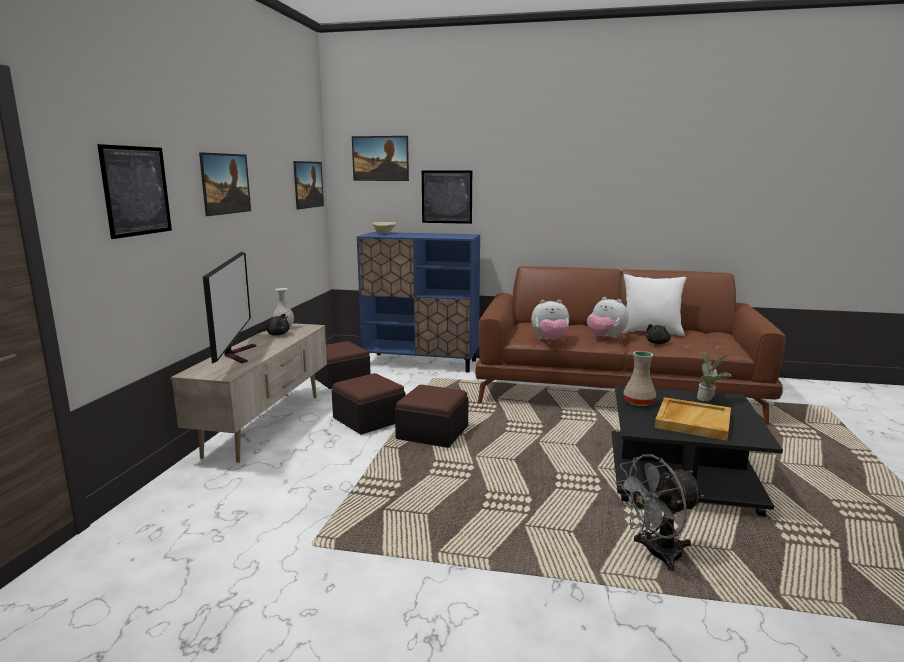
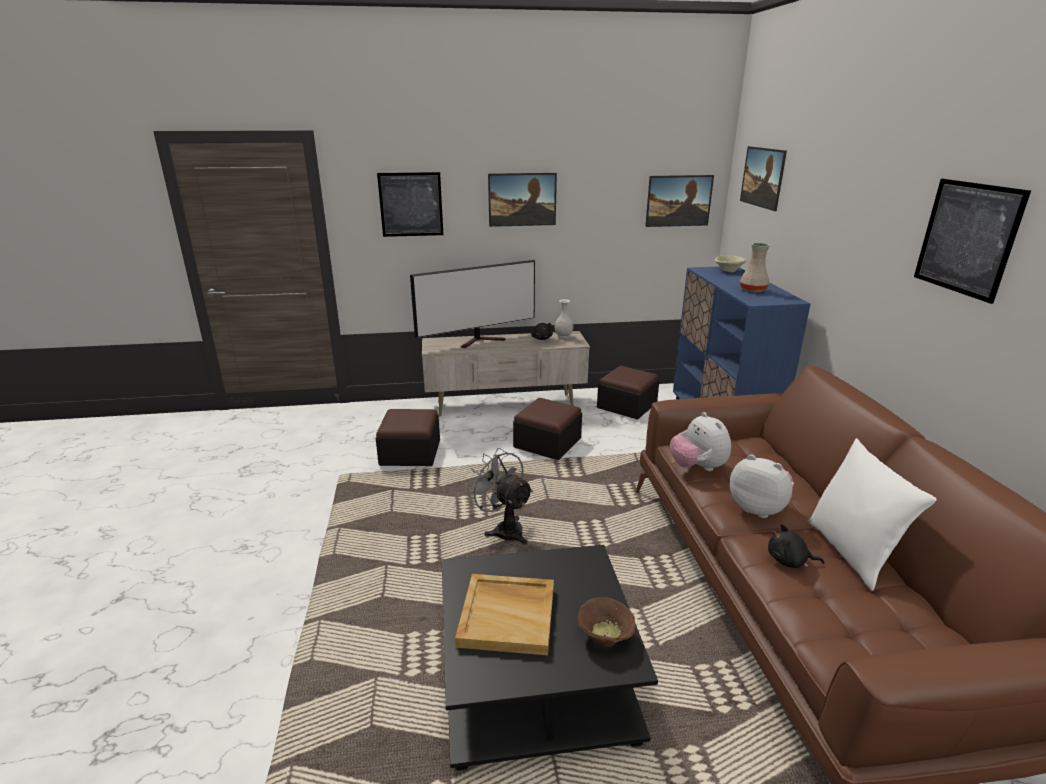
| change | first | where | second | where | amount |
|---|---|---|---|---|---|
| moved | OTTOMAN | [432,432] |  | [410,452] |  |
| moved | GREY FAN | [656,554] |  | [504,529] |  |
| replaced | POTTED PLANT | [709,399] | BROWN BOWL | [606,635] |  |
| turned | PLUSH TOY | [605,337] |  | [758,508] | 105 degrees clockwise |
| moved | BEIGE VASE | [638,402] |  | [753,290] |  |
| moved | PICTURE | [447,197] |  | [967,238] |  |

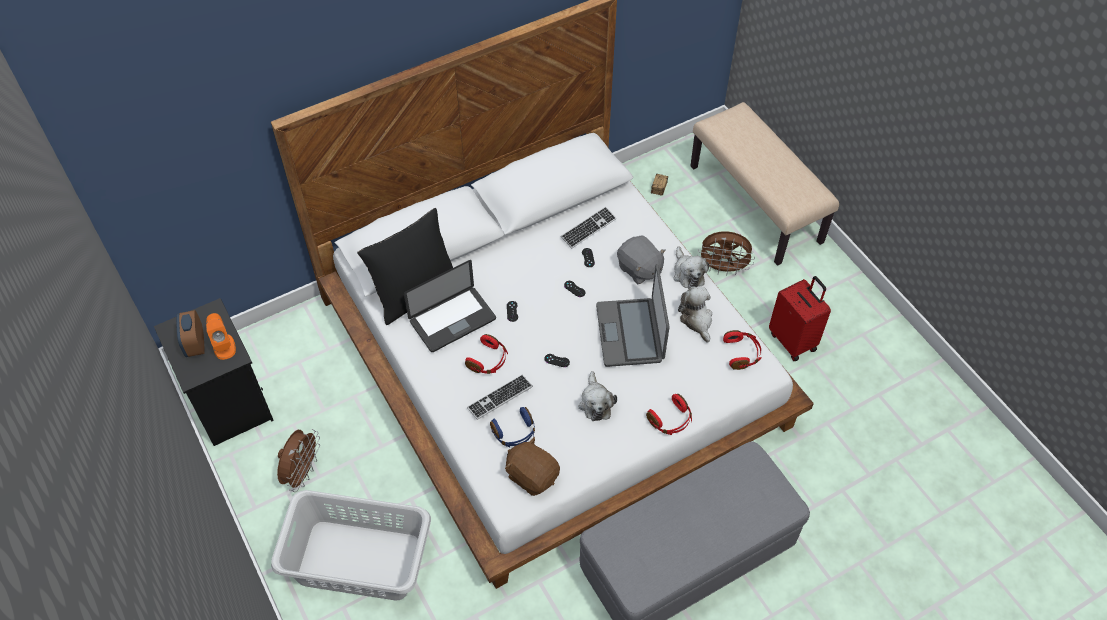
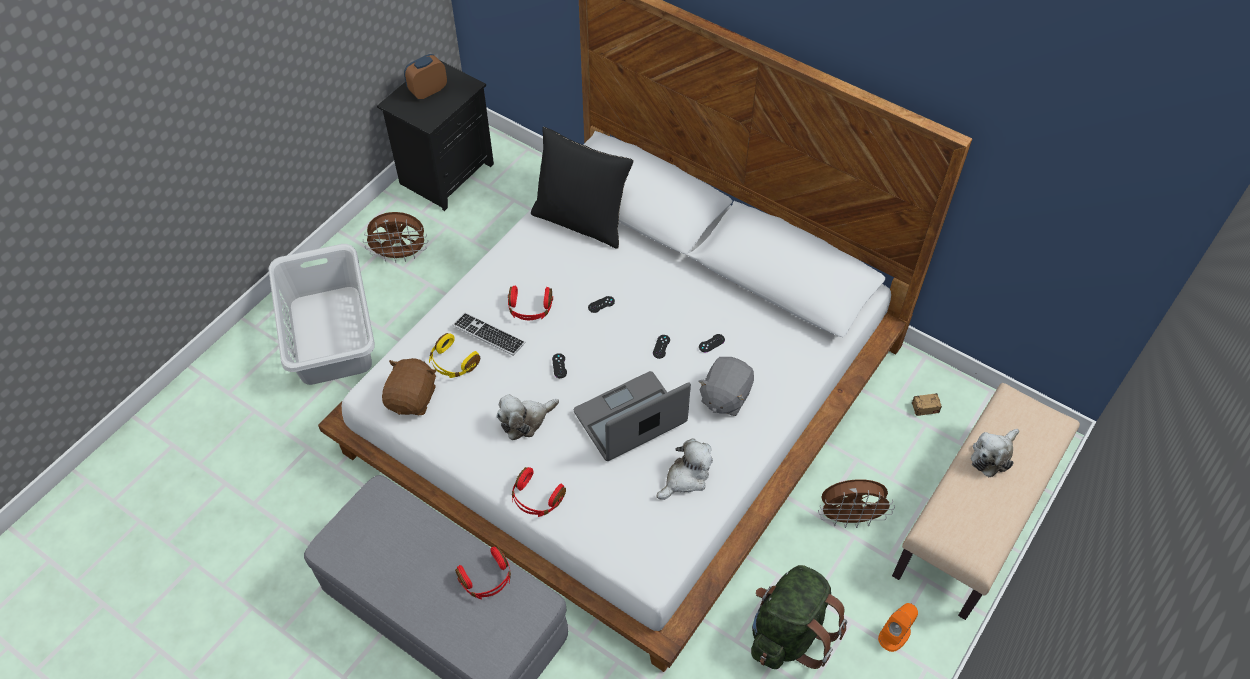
| change | first | where | second | where | amount |
|---|---|---|---|---|---|
| recoloured | BLUE HEADPHONES | [514,433] | YELLOW HEADPHONES | [453,363] |  |
| moved | RED HEADPHONES | [742,353] |  | [487,579] |  |
| replaced | RED SUITCASE | [793,341] | GREEN BACKPACK | [789,632] |  |
| turned | BROWN FAN | [723,268] |  | [849,517] | 75 degrees counterclockwise |
| moved | ORANGE SPEAKER | [224,346] |  | [894,634] |  |
| moved | PLUSH TOY | [688,273] |  | [992,455] |  |
| removed | LAPTOP | [452,320] |  |  |  |
| removed | KEYBOARD | [588,228] |  |  |  |

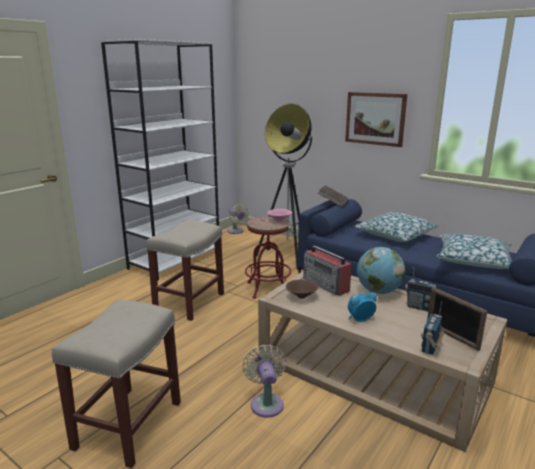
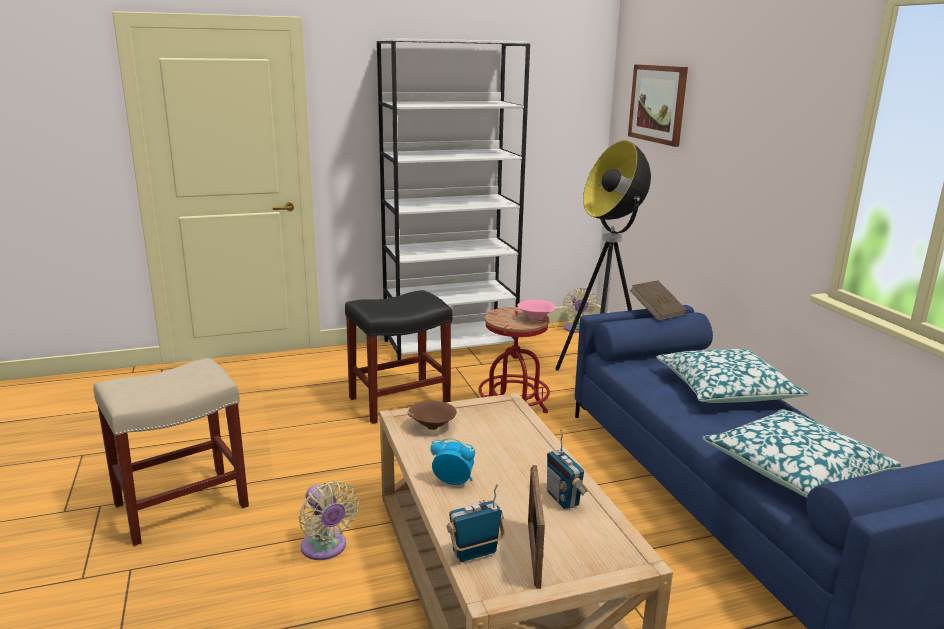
| change | first | where | second | where | amount |
|---|---|---|---|---|---|
| turned | BEIGE FAN | [266,402] |  | [325,548] | 120 degrees clockwise |
| recoloured | BEIGE STOOL | [189,301] | BLACK STOOL | [400,401] |  |
| moved | PICTURE | [375,118] |  | [658,104] |  |
| removed | RADIO | [326,285] |  |  |  |
| removed | GLOBE | [378,291] |  |  |  |

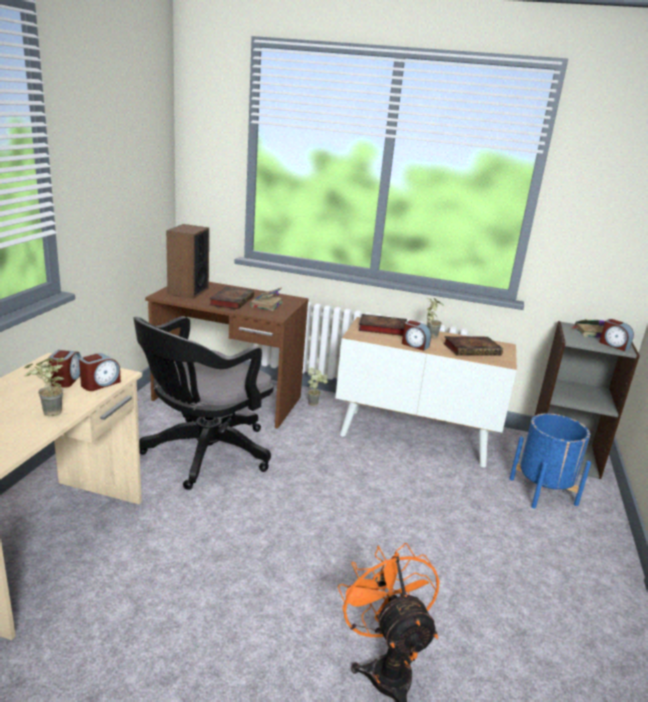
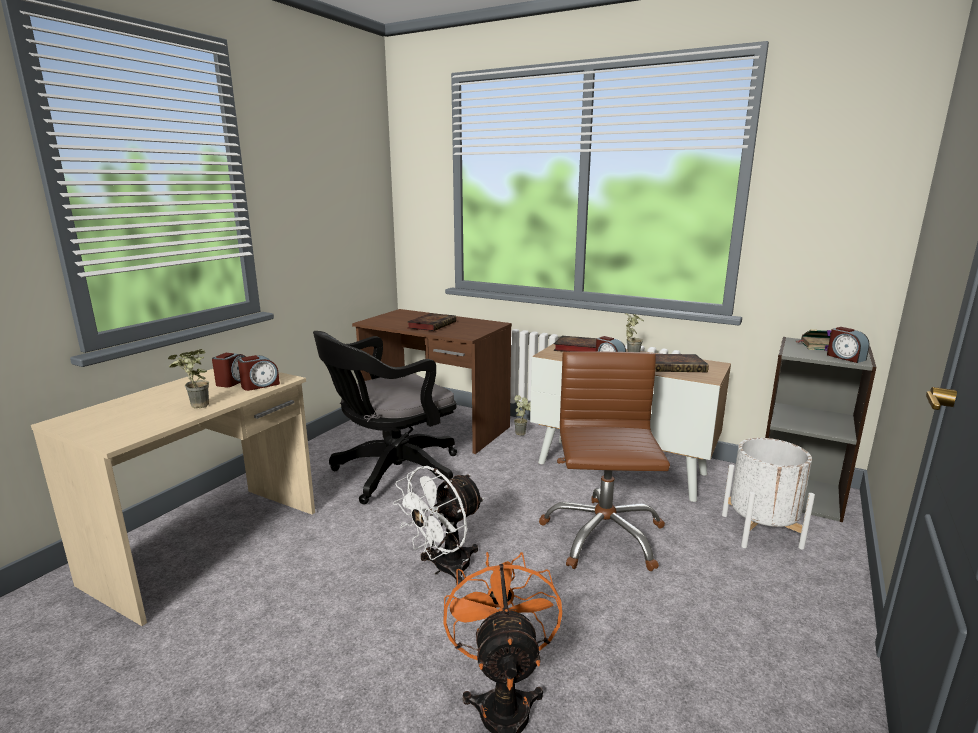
| change | first | where | second | where | amount |
|---|---|---|---|---|---|
| added |  |  | WHITE FAN | [444,569] |  |
| added |  |  | BROWN OFFICE CHAIR | [602,535] |  |
| recoloured | BLUE PLANTER | [543,491] | WHITE PLANTER | [761,531] |  |
| removed | SPEAKER | [188,291] |  |  |  |
| removed | BOOK | [266,305] |  |  |  |

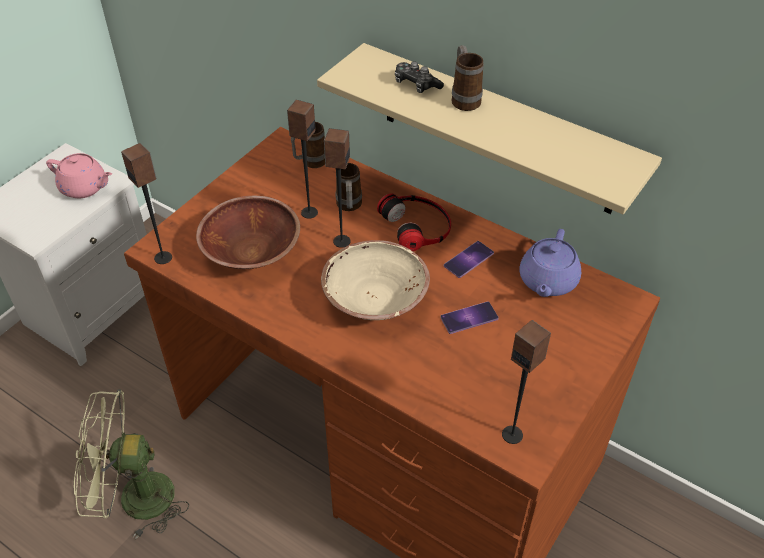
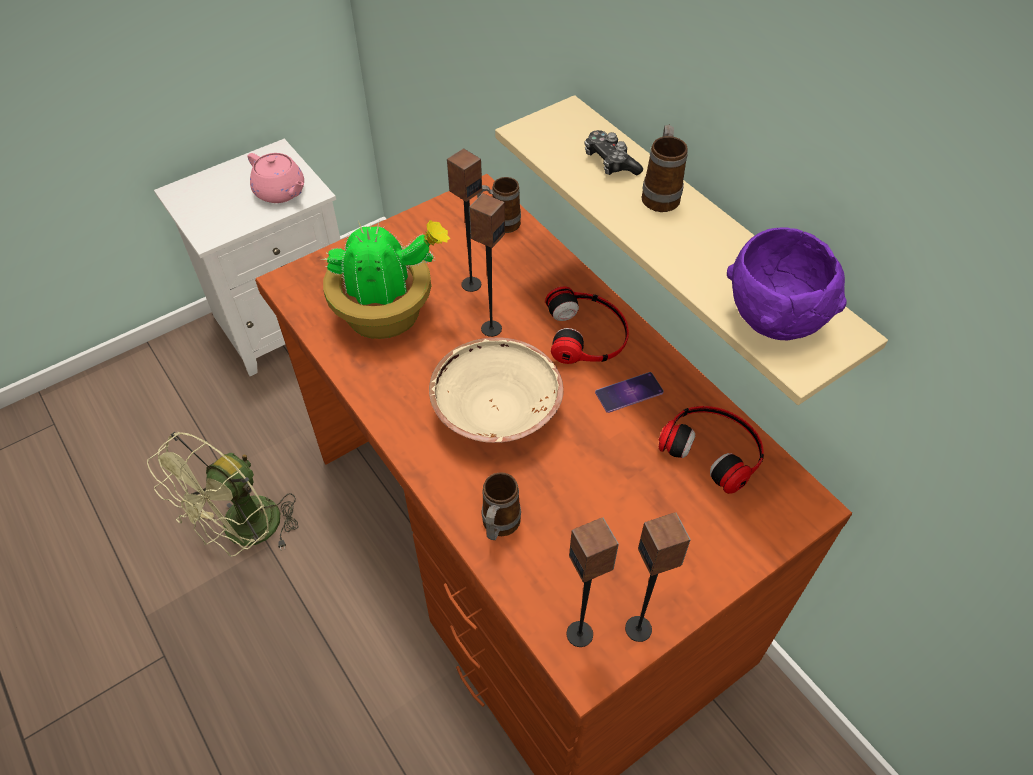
| change | first | where | second | where | amount |
|---|---|---|---|---|---|
| turned | GREEN FAN | [134,499] |  | [244,533] | 75 degrees counterclockwise |
| replaced | BROWN BOWL | [252,252] | POTTED PLANT | [387,314] |  |
| moved | MUG | [349,207] |  | [498,527] |  |
| moved | SPEAKER | [163,257] |  | [639,628] |  |
| replaced | PURPLE TEAPOT | [547,281] | HEADPHONES | [714,448] |  |
| added |  |  | PURPLE BOWL | [774,317] |  |
| removed | PHONE | [469,318] |  |  |  |

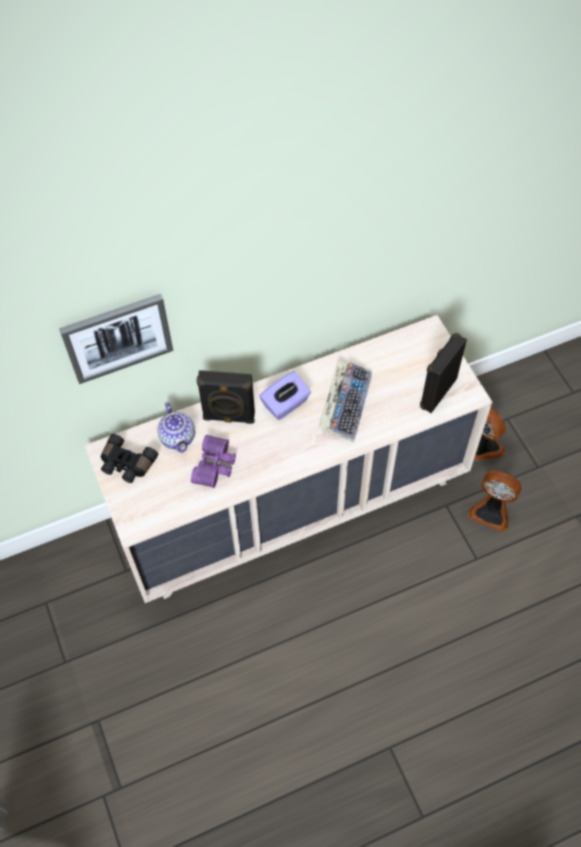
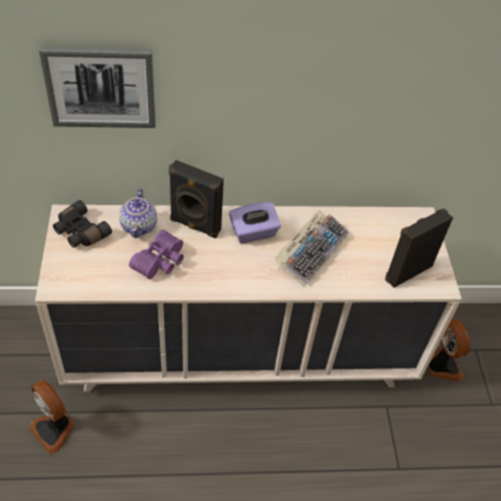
| change | first | where | second | where | amount |
|---|---|---|---|---|---|
| moved | FAN | [491,511] |  | [55,429] |  |

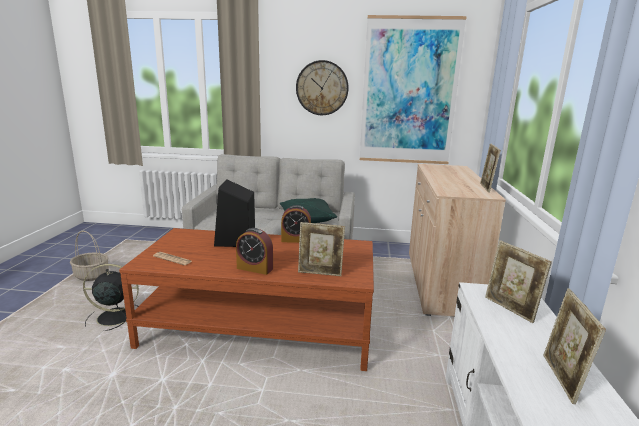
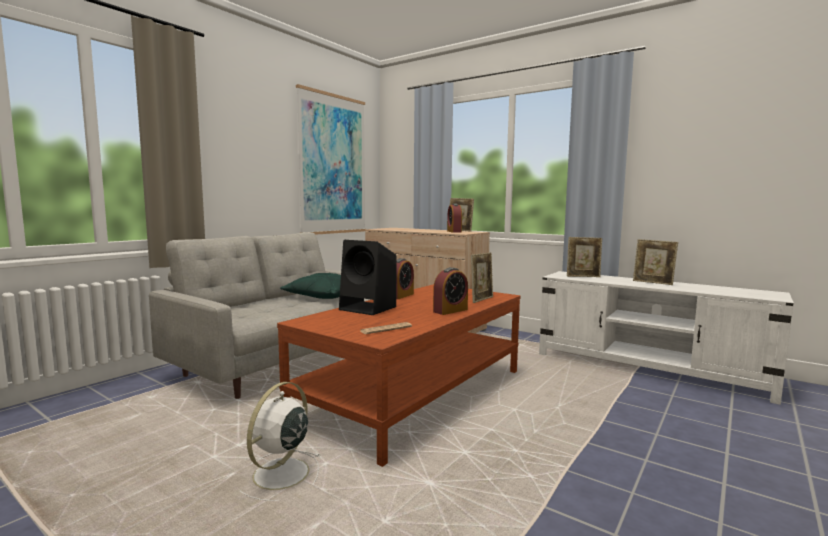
| change | first | where | second | where | amount |
|---|---|---|---|---|---|
| recoloured | BLACK FAN | [113,317] | WHITE FAN | [279,475] |  |
| added |  |  | ALARM CLOCK | [454,231] |  |
| removed | BASKET | [91,275] |  |  |  |
| removed | WALL CLOCK | [322,88] |  |  |  |

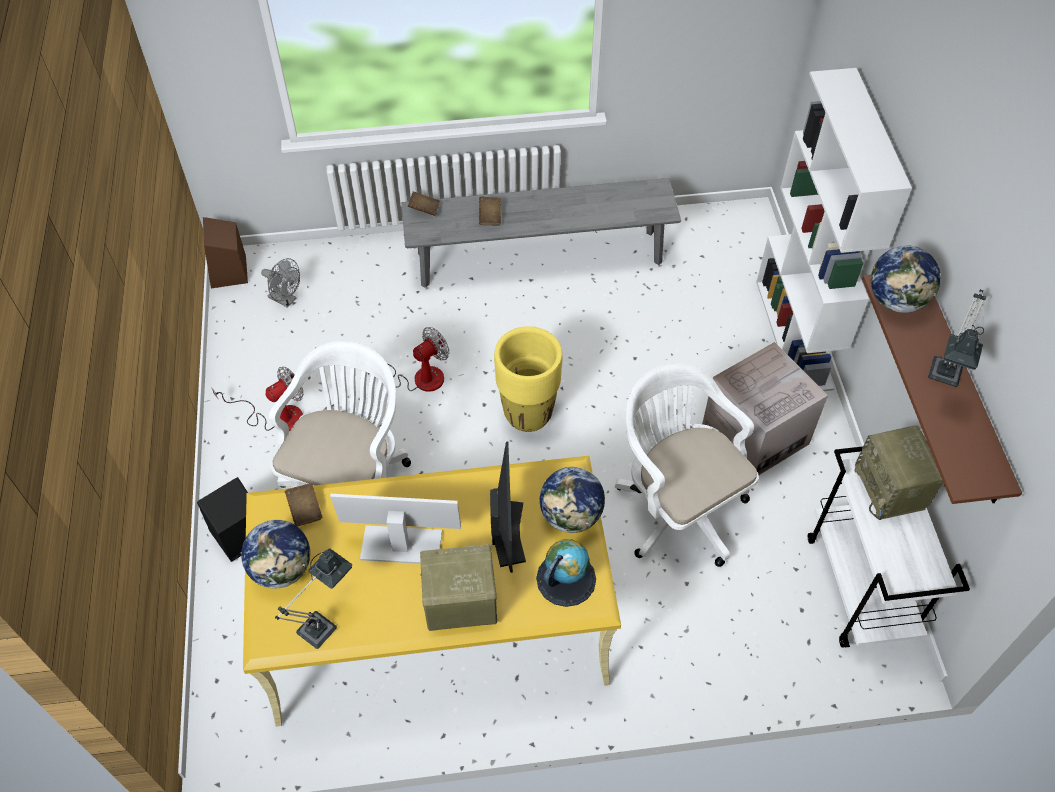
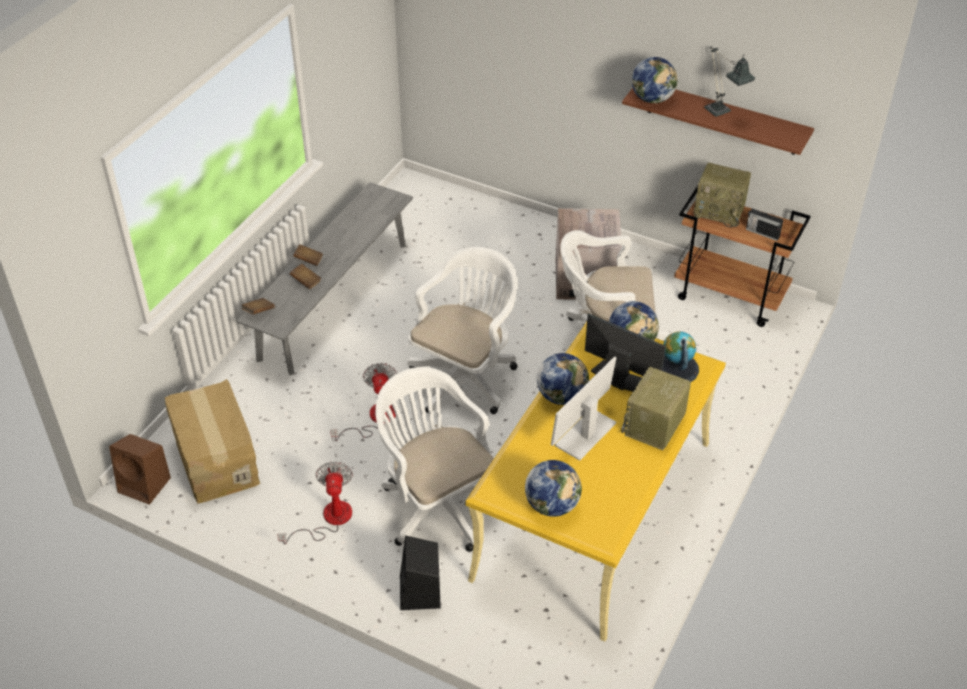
| change | first | where | second | where | amount |
|---|---|---|---|---|---|
| replaced | GREY FAN | [286,300] | CARDBOARD BOX | [215,461] |  |
| moved | BROWN BOOK | [305,510] |  | [308,260] |  |
| replaced | YELLOW PLANTER | [528,414] | WHITE OFFICE CHAIR | [466,376] |  |
| added |  |  | GLOBE | [561,396] |  |
| recoloured | WHITE CART | [861,587] | BROWN CART | [730,296] |  |
| added |  |  | RADIO | [762,233] |  |
| removed | TABLE LAMP | [323,623] |  |  |  |
| removed | WHITE BOOKCASE | [794,334] |  |  |  |

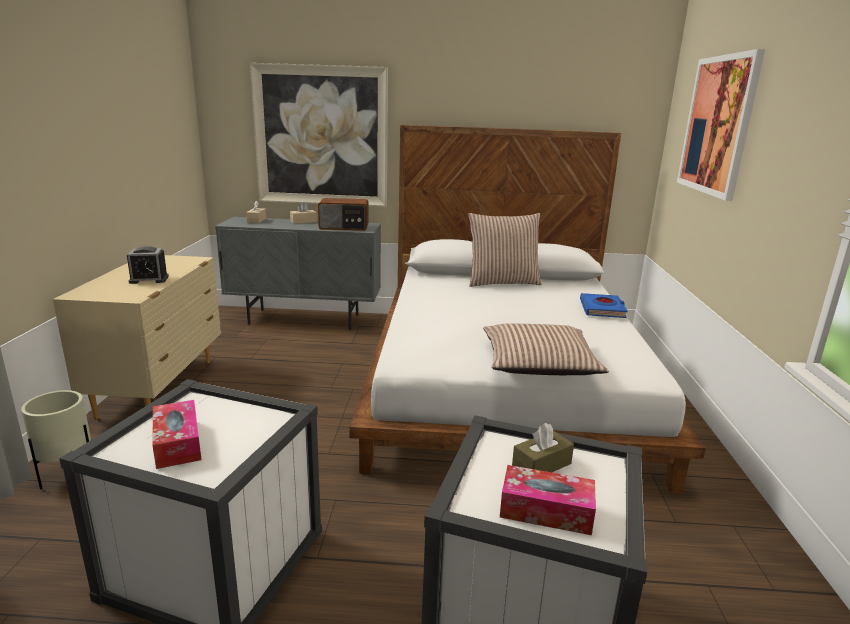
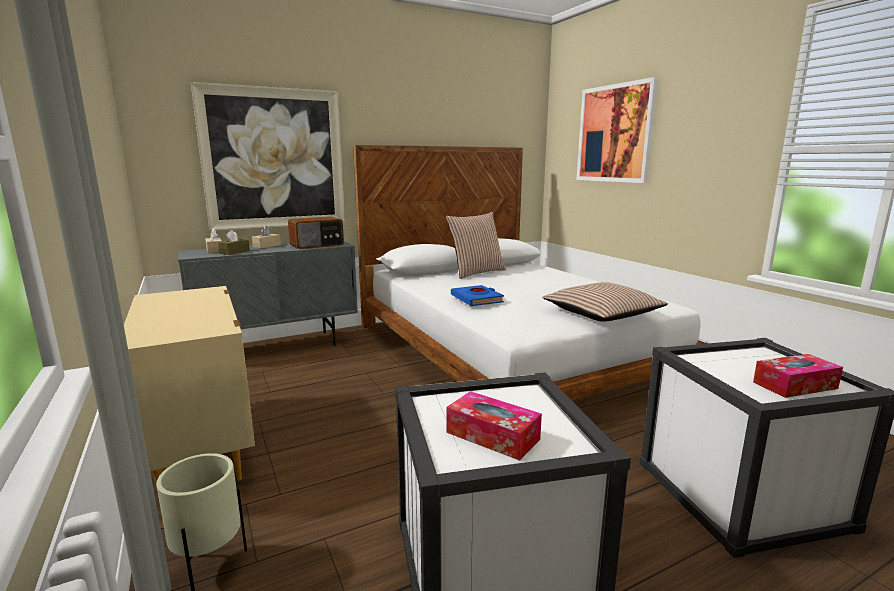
| change | first | where | second | where | amount |
|---|---|---|---|---|---|
| moved | BROWN TISSUE BOX | [541,465] |  | [234,252] |  |
| moved | BLUE BOOK | [602,309] |  | [477,299] |  |
| removed | ALARM CLOCK | [149,279] |  |  |  |

